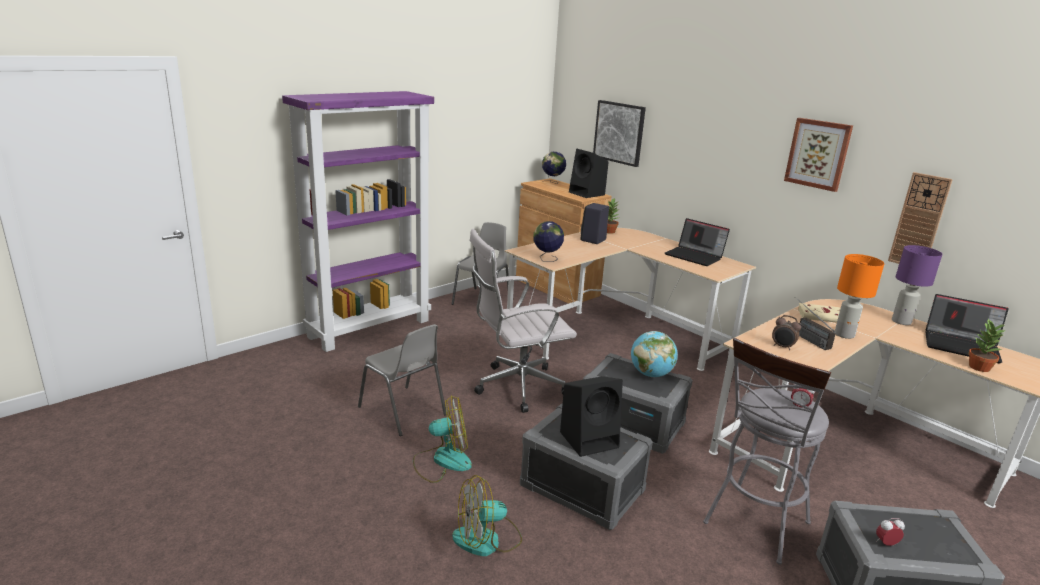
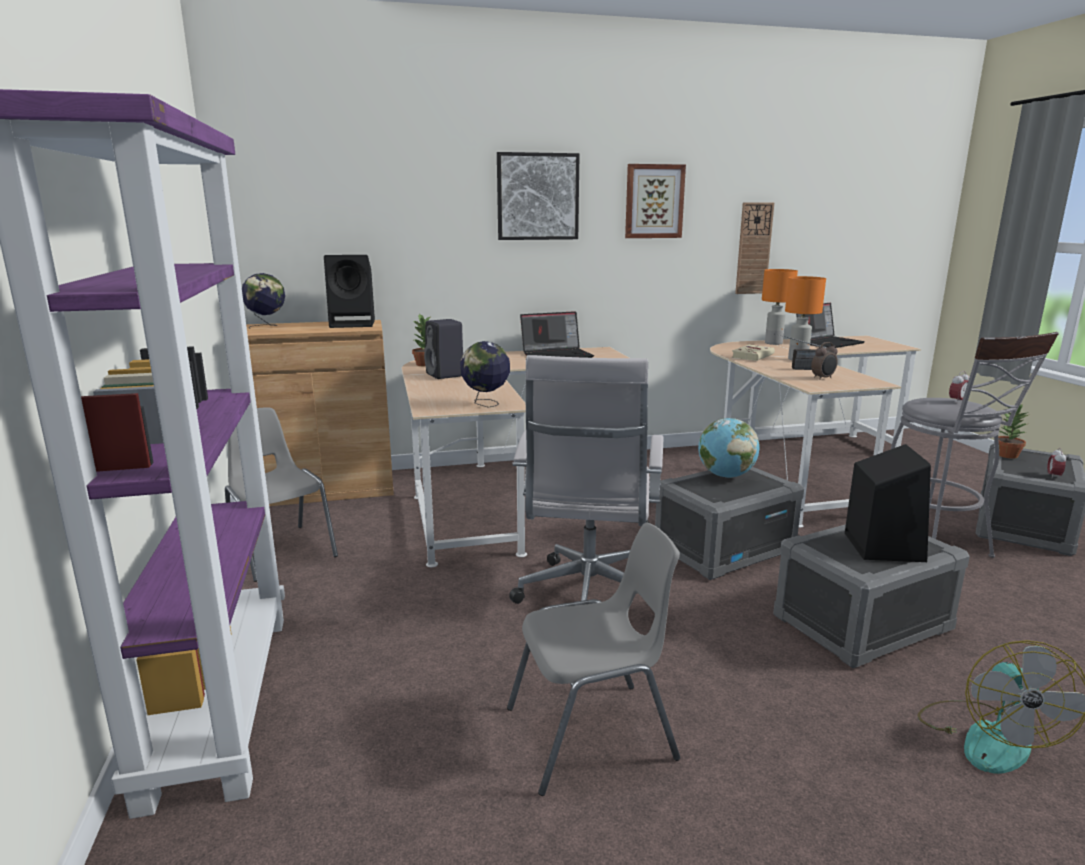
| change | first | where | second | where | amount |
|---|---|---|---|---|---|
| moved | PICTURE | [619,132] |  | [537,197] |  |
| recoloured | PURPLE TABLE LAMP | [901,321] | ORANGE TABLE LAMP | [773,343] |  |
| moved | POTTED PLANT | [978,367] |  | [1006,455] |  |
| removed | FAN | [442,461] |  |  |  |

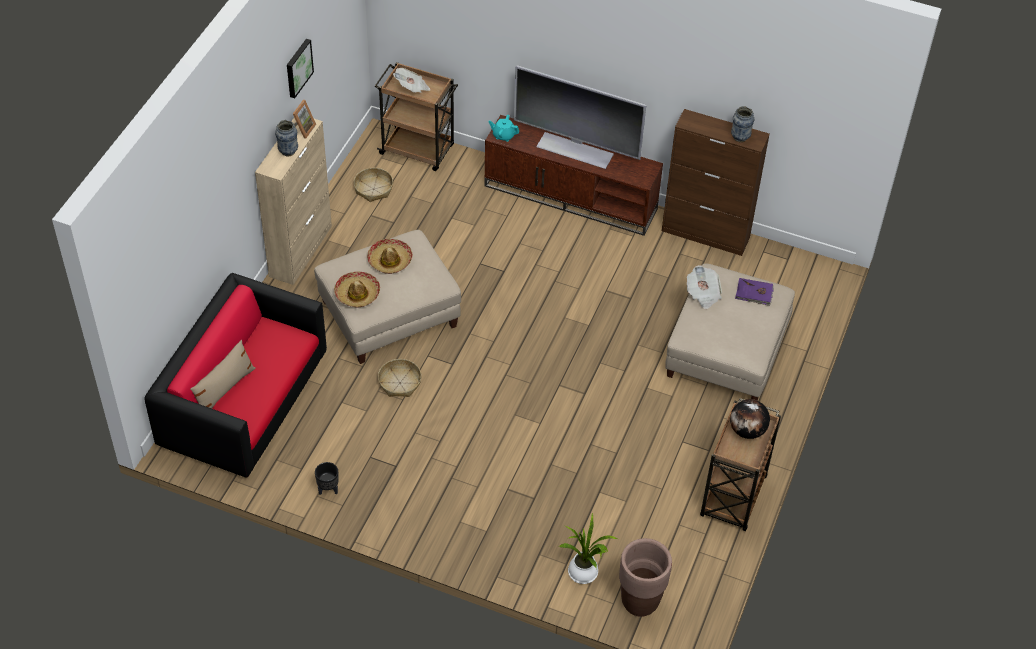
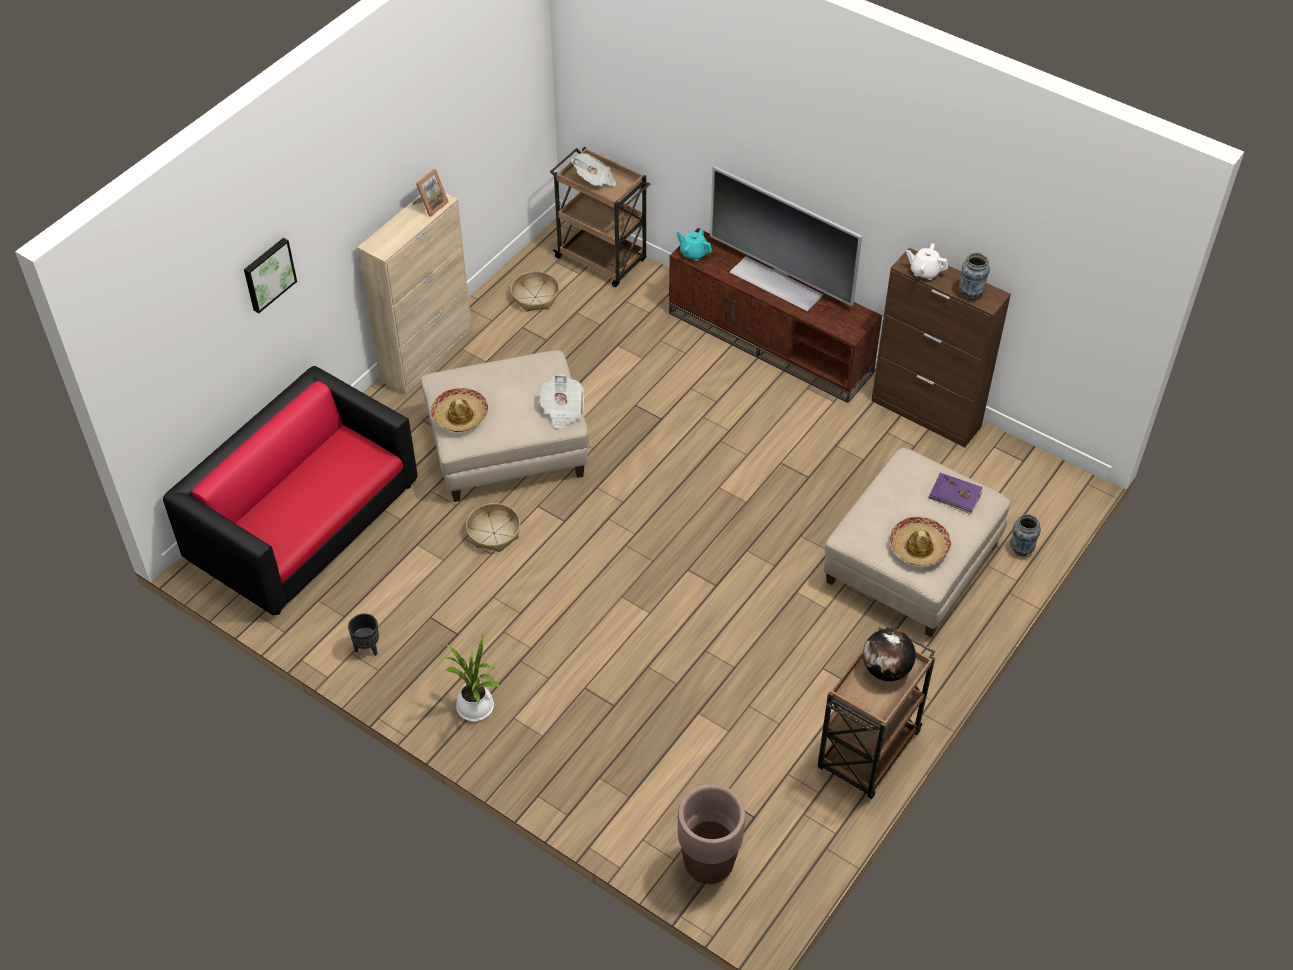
| change | first | where | second | where | amount |
|---|---|---|---|---|---|
| moved | PICTURE | [298,67] |  | [268,274] |  |
| moved | POTTED PLANT | [584,574] |  | [476,709] |  |
| moved | NEWSPAPER | [703,294] |  | [562,410] |  |
| moved | HAT | [390,260] |  | [919,547] |  |
| added |  |  | WHITE TEAPOT | [925,271] |  |
| moved | VASE | [288,151] |  | [1021,549] |  |
| removed | BEIGE PILLOW | [224,389] |  |  |  |

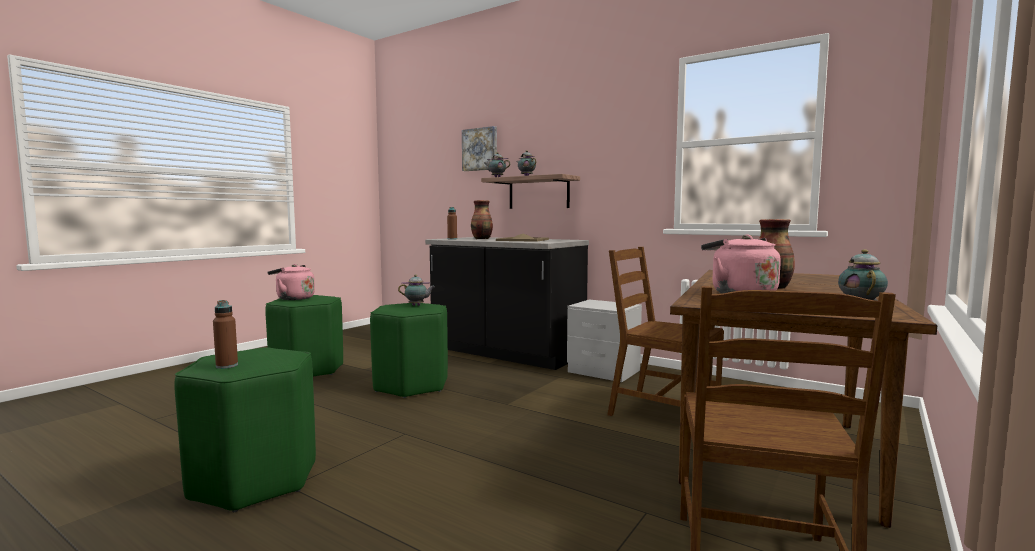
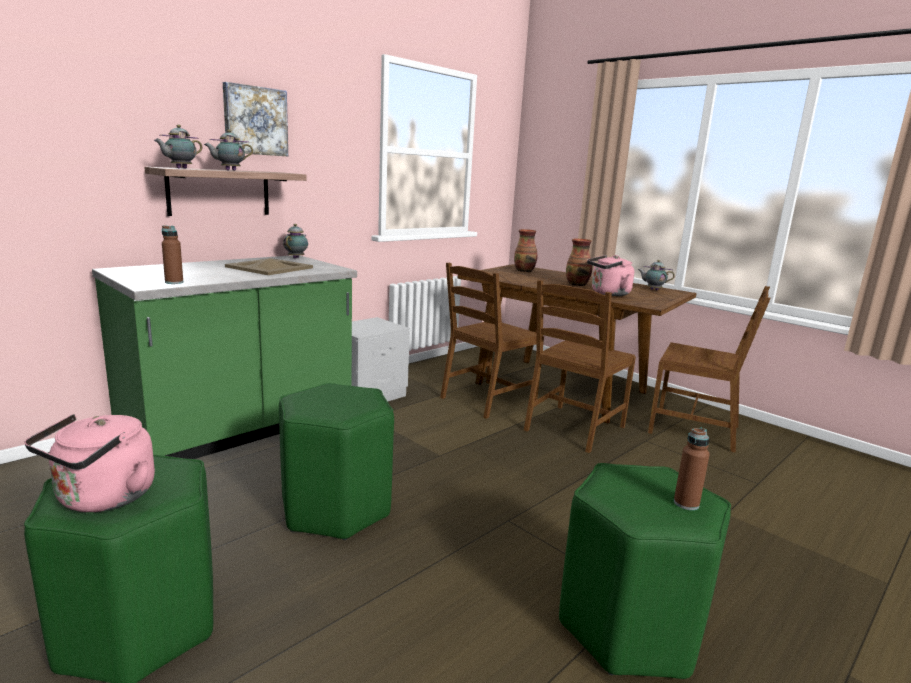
| change | first | where | second | where | amount |
|---|---|---|---|---|---|
| recoloured | BLACK COUNTER | [506,353] | GREEN COUNTER | [241,429] |  |
| moved | PICTURE | [480,149] |  | [255,121] |  |
| moved | TEAPOT | [417,305] |  | [296,258] |  |
| moved | VASE | [482,239] |  | [524,271] |  |
| added |  |  | BROWN CHAIR | [574,428] |  |

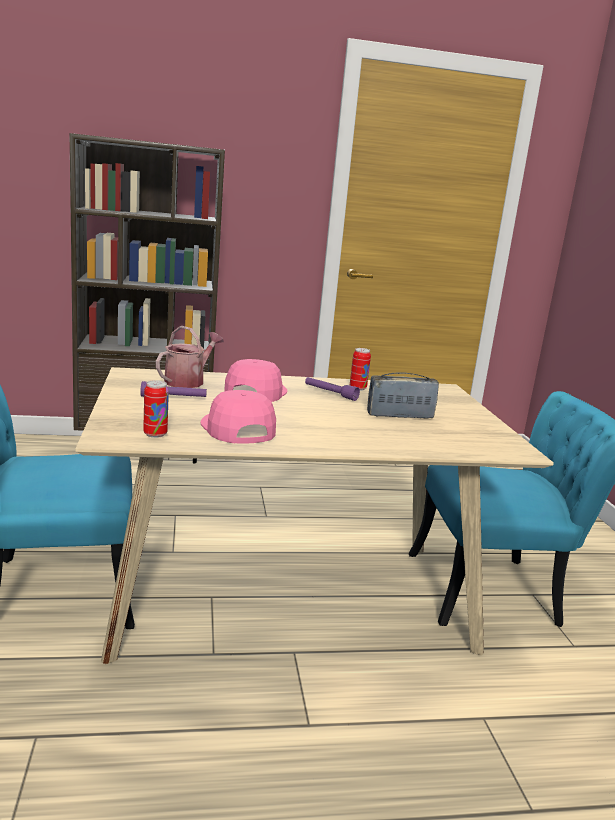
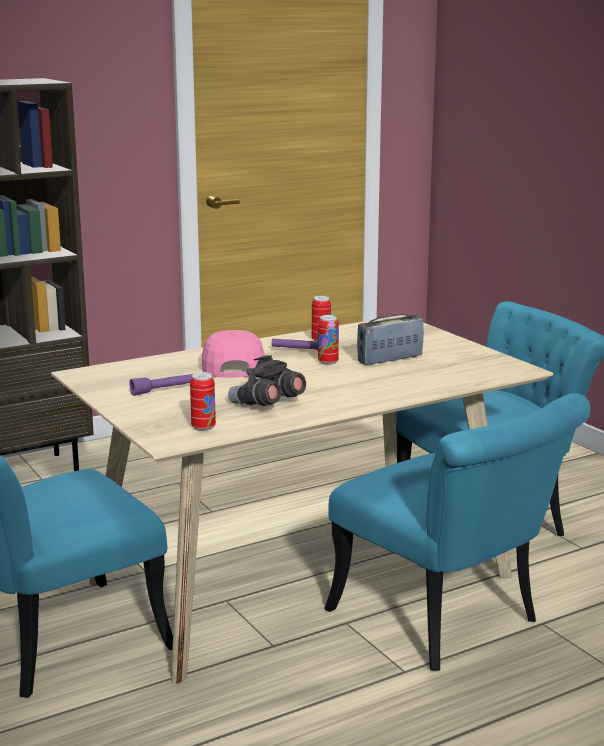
| change | first | where | second | where | amount |
|---|---|---|---|---|---|
| replaced | PINK CAP | [237,428] | GREY BINOCULARS | [266,405] |  |
| added |  |  | CAN | [328,362] |  |
| added |  |  | TURQUOISE CHAIR | [448,624] |  |
| removed | WATERING CAN | [188,381] |  |  |  |

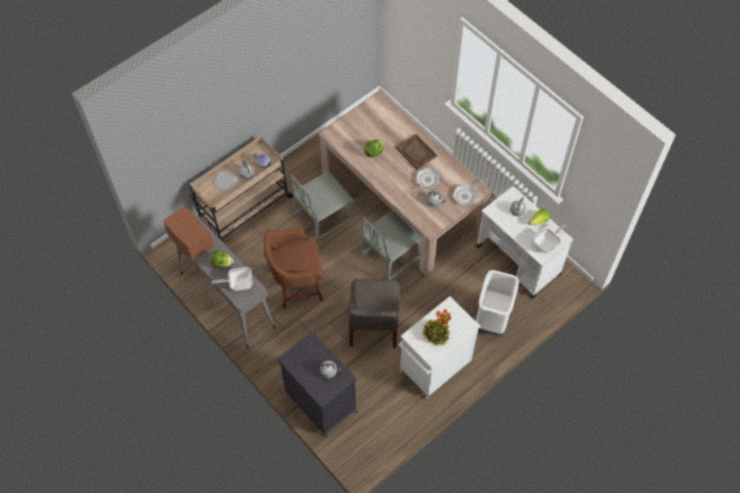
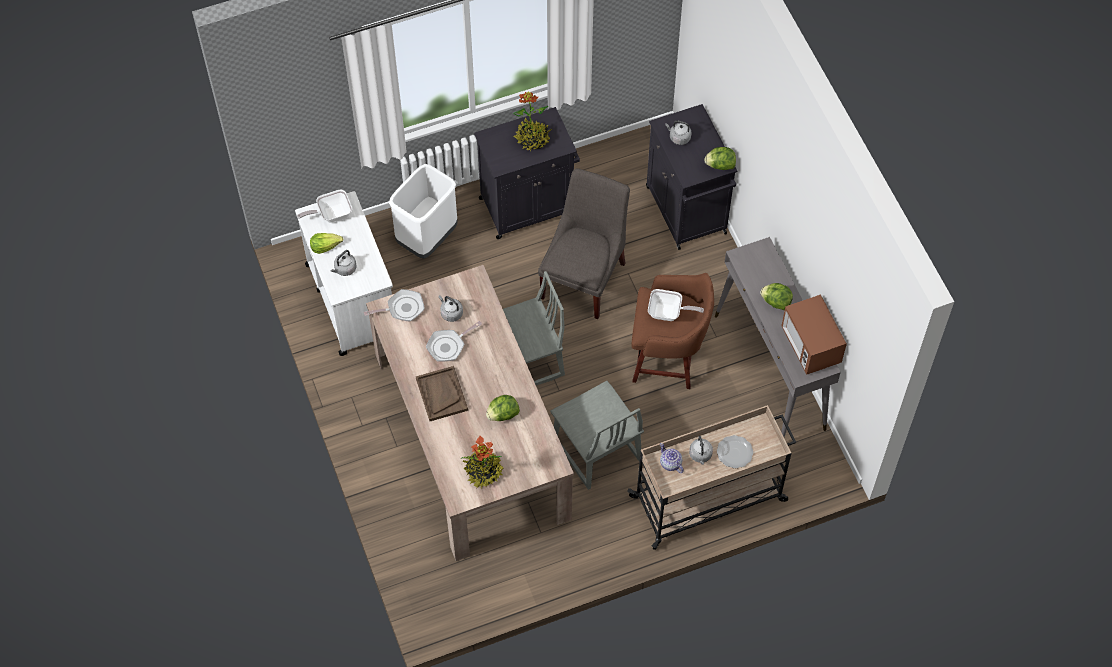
| change | first | where | second | where | amount |
|---|---|---|---|---|---|
| added |  |  | POTTED PLANT | [483,471] |  |
| recoloured | WHITE CABINET | [434,367] | BLACK CABINET | [528,205] |  |
| turned | GREY CHAIR | [322,216] |  | [596,450] | 75 degrees clockwise |
| moved | FRYING PAN | [238,284] |  | [668,313] |  |
| added |  |  | LETTUCE | [720,165] |  |

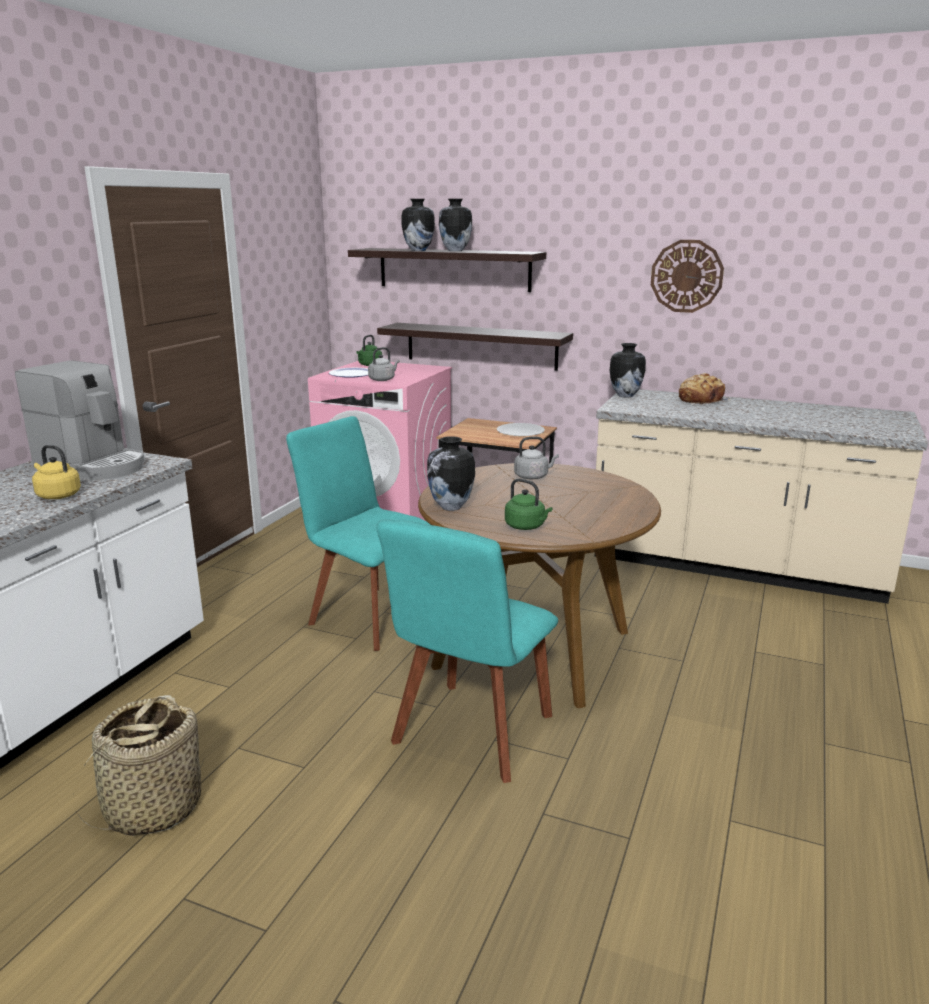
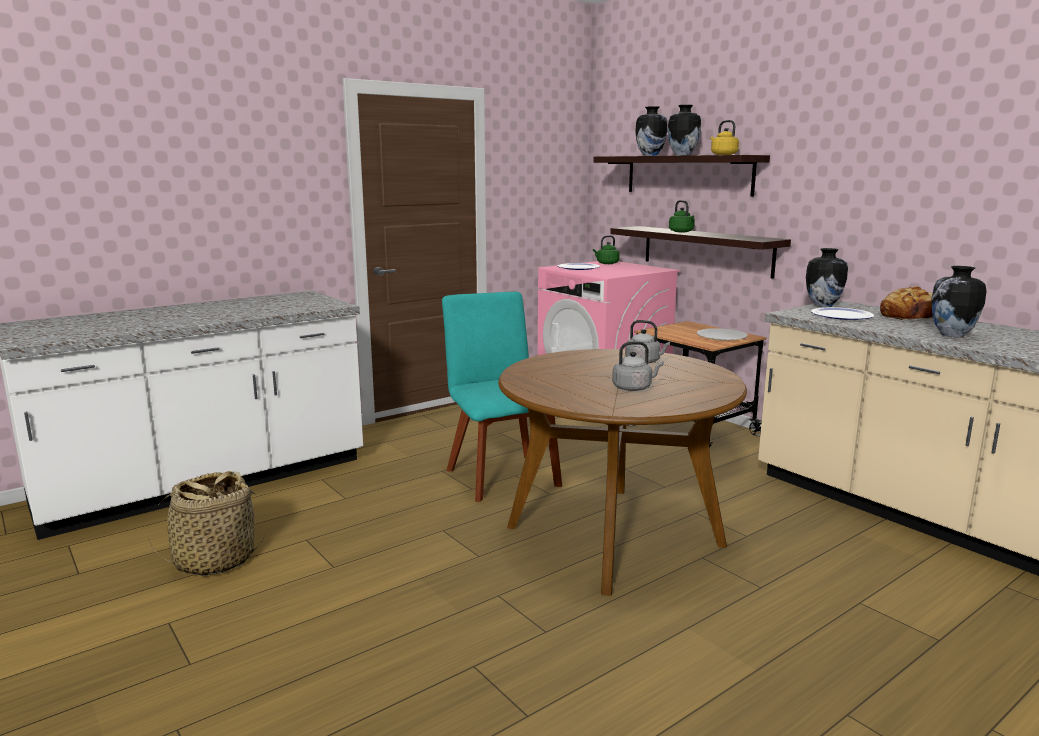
| change | first | where | second | where | amount |
|---|---|---|---|---|---|
| moved | GREY KETTLE | [383,379] |  | [634,388] |  |
| moved | GREEN KETTLE | [526,526] |  | [682,232] |  |
| moved | YELLOW KETTLE | [57,495] |  | [722,155] |  |
| added |  |  | PLATE | [841,315] |  |
| moved | VASE | [450,507] |  | [951,335] |  |
| removed | COFFEE MACHINE | [93,466] |  |  |  |
| removed | TURQUOISE CHAIR | [470,734] |  |  |  |
| removed | WALL CLOCK | [686,276] |  |  |  |

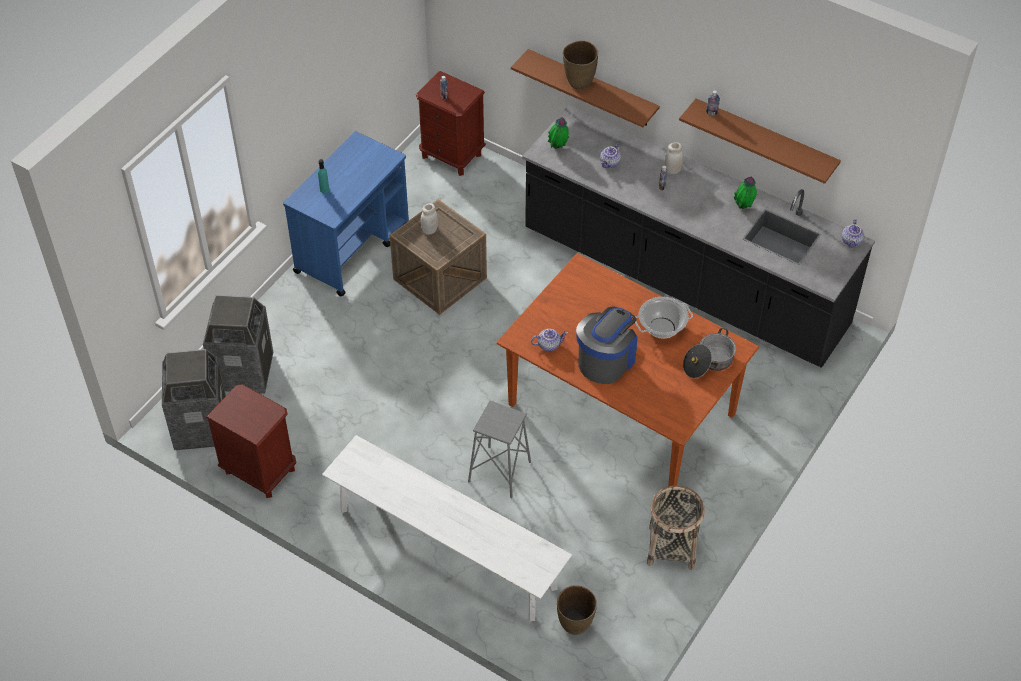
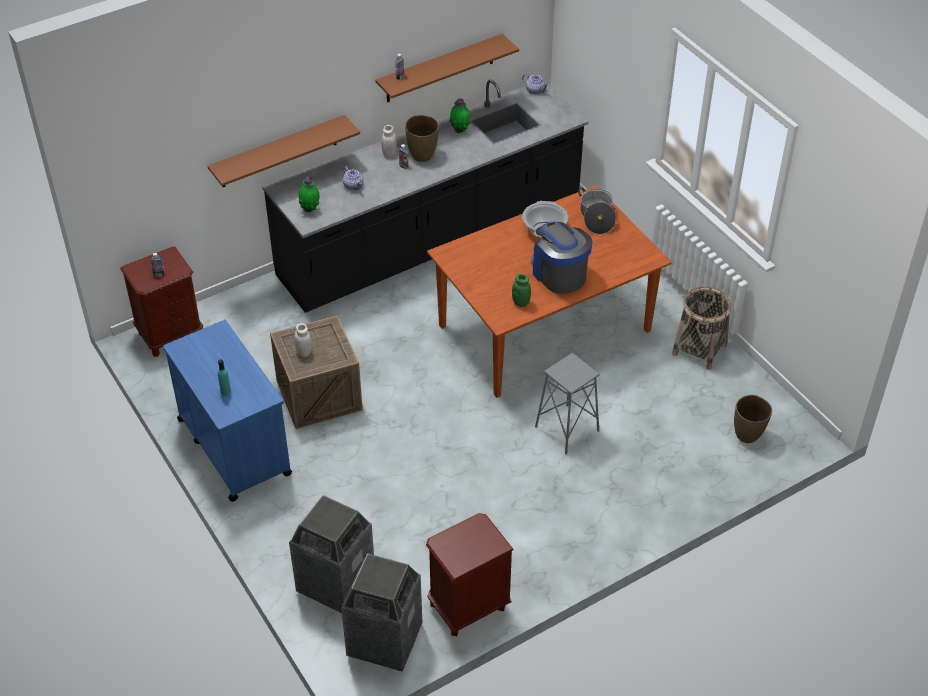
| change | first | where | second | where | amount |
|---|---|---|---|---|---|
| moved | BROWN VASE | [579,83] |  | [422,156] |  |
| replaced | TEAPOT | [549,344] | GREEN JAR | [521,302] |  |
| removed | WHITE BENCH | [446,548] |  |  |  |

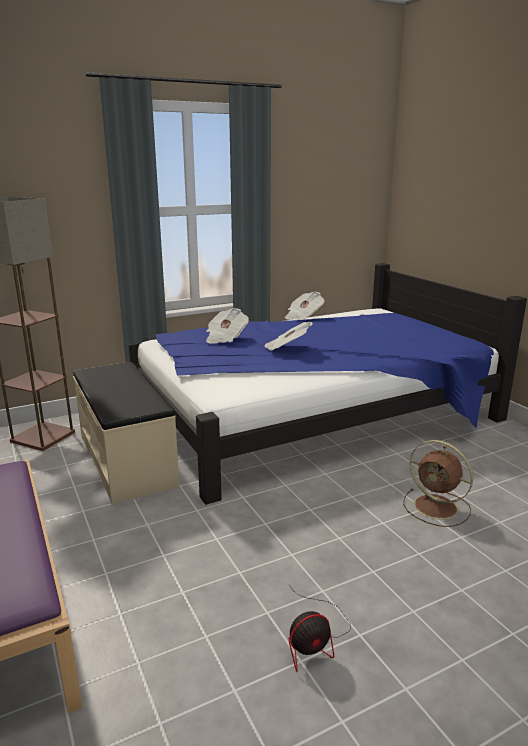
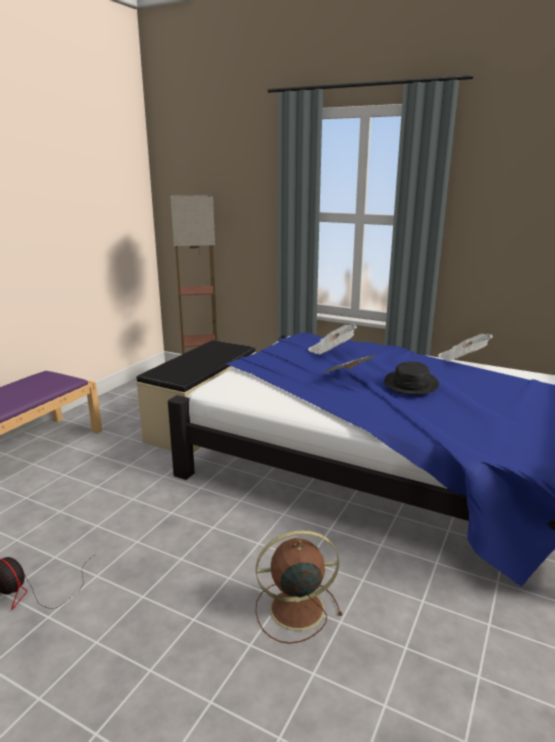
| change | first | where | second | where | amount |
|---|---|---|---|---|---|
| turned | BROWN FAN | [437,507] |  | [294,609] | 75 degrees clockwise |
| added |  |  | BLACK HAT | [411,384] |  |

